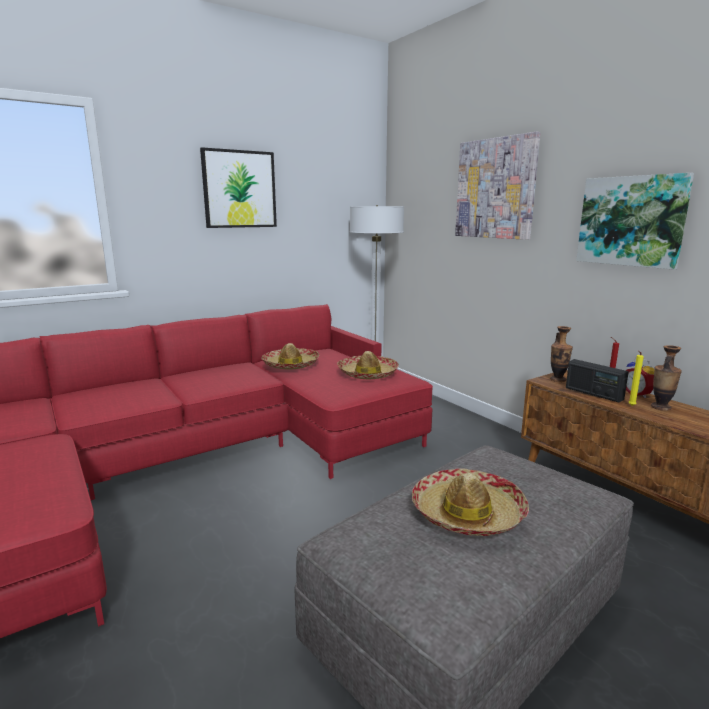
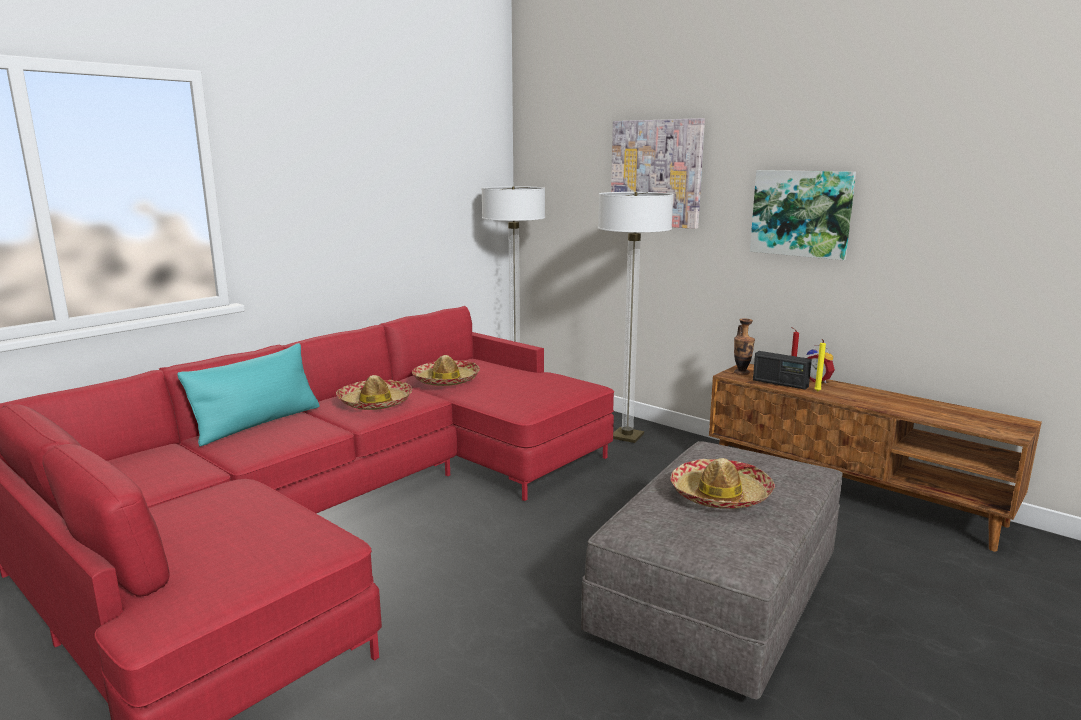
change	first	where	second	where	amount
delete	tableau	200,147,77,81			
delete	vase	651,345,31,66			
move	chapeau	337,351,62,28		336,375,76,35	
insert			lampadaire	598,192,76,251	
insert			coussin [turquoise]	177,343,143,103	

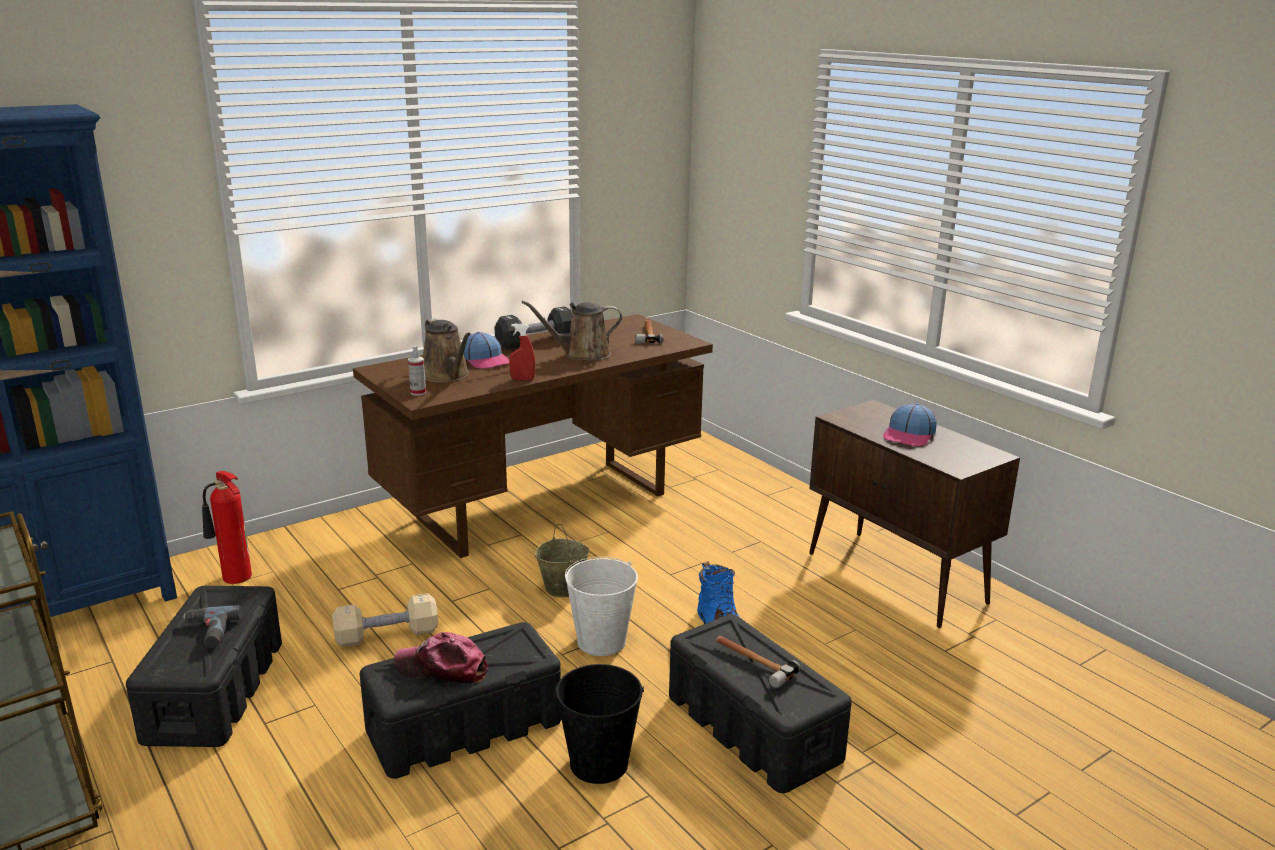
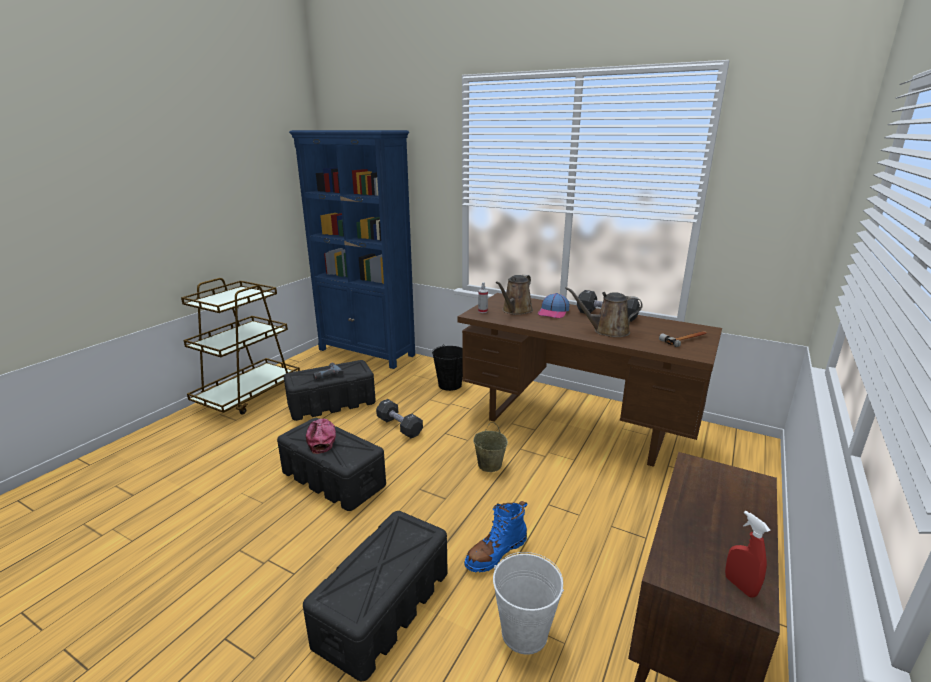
change	first	where	second	where	amount
rotate	arrosoir [marron]	522,300,100,61		565,287,78,50	45 degrees counterclockwise
move	vaporisateur [rouge]	509,324,26,56		725,511,45,87	
delete	casquette	883,403,54,43			
delete	extincteur	202,471,50,113			
move	seau [blanc]	565,557,73,99		493,552,71,103	
recolor	haltère [beige]	332,593,106,54	haltère [noir]	376,399,47,40	
delete	marteau	715,636,85,52			
move	seau [noir]	554,664,90,120		432,344,31,47	

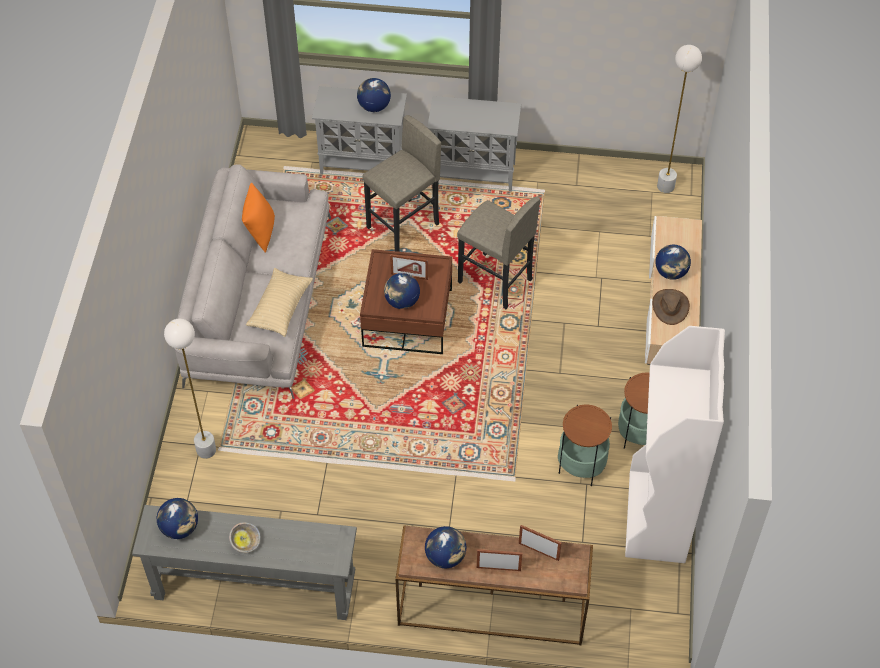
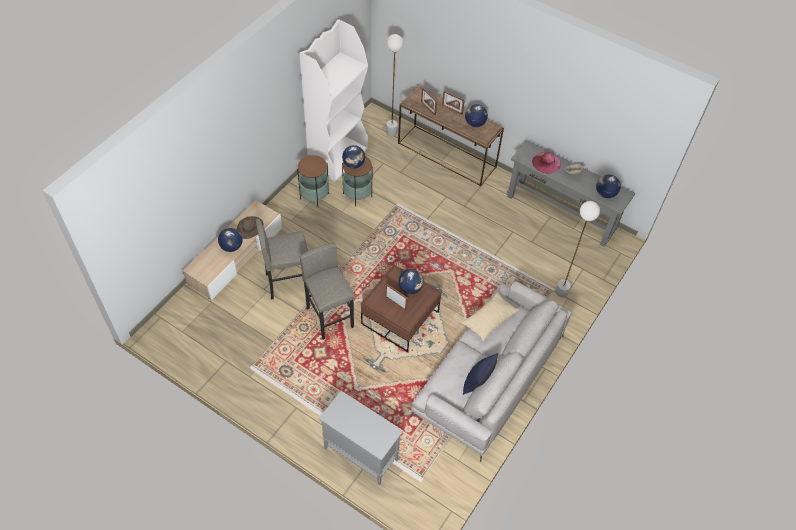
change	first	where	second	where	amount
move	lampadaire [blanc]	657,45,45,148		386,34,18,102	
move	globe	357,78,34,34		342,145,23,23	
delete	meuble de rangement [gris]	427,96,94,96			
move	tabouret [gris]	362,115,79,137		255,219,53,81	
recolor	coussin [orange]	242,183,33,70	coussin [bleu]	463,353,35,42	
insert			chapeau [rose]	532,152,29,22	

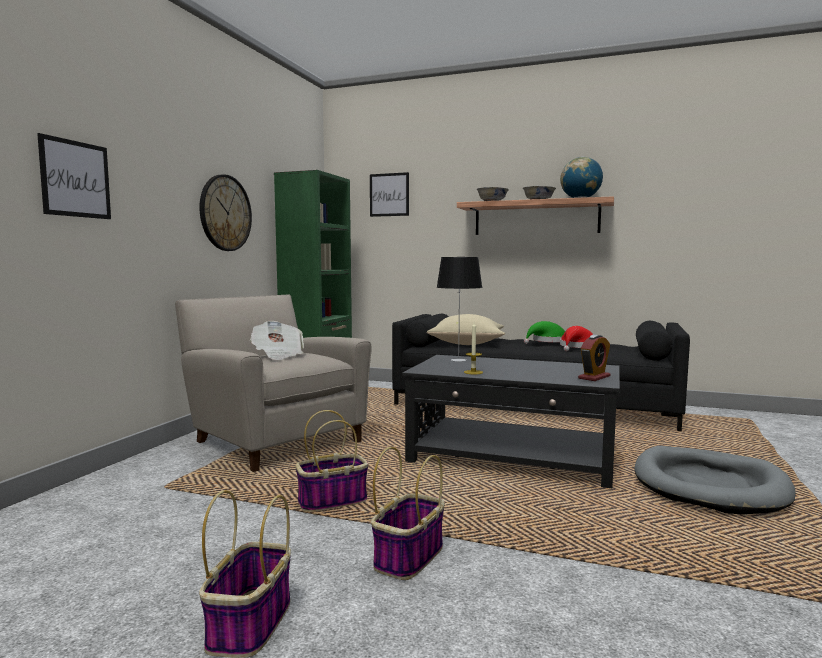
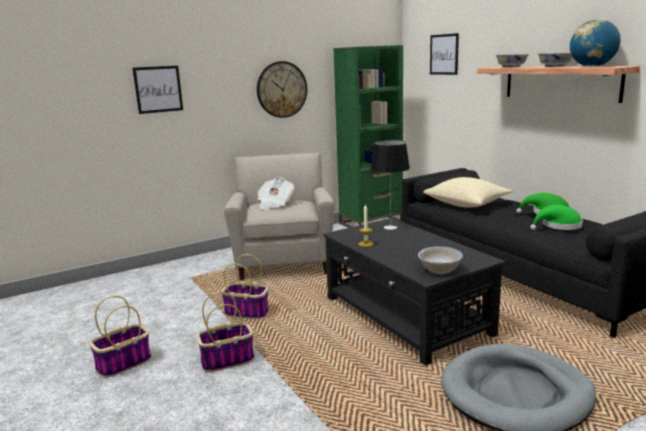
change	first	where	second	where	amount
recolor	chapeau [rouge]	560,326,33,25	chapeau [vert]	530,205,53,25	
replace	réveil	578,334,33,47	bol [blanc]	418,246,45,29	

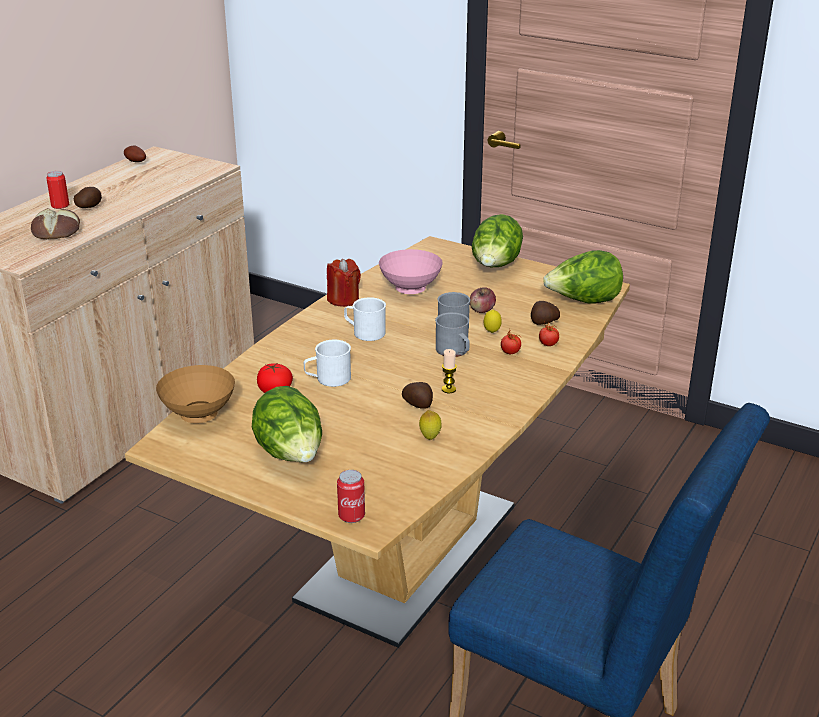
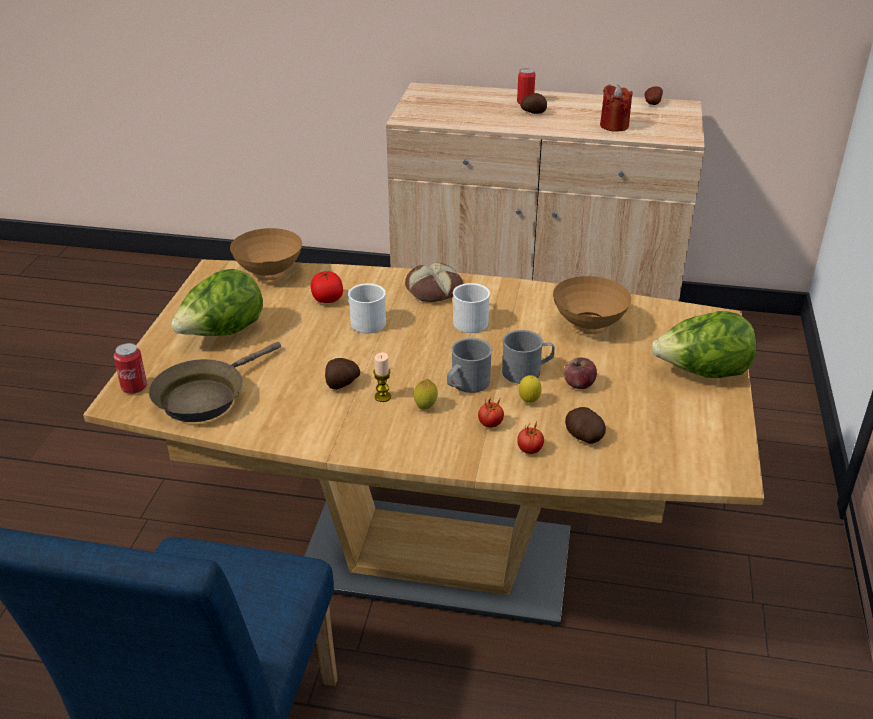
change	first	where	second	where	amount
move	pain	31,208,49,31		405,262,59,40	
recolor	bol [rose]	379,249,64,45	bol [marron]	553,276,79,58	
delete	laitue	543,250,80,54			
move	bougie [rouge]	327,259,34,48		600,85,33,47	
move	citron	419,410,23,30		414,379,24,31	
insert			poêle [marron]	149,342,132,80	

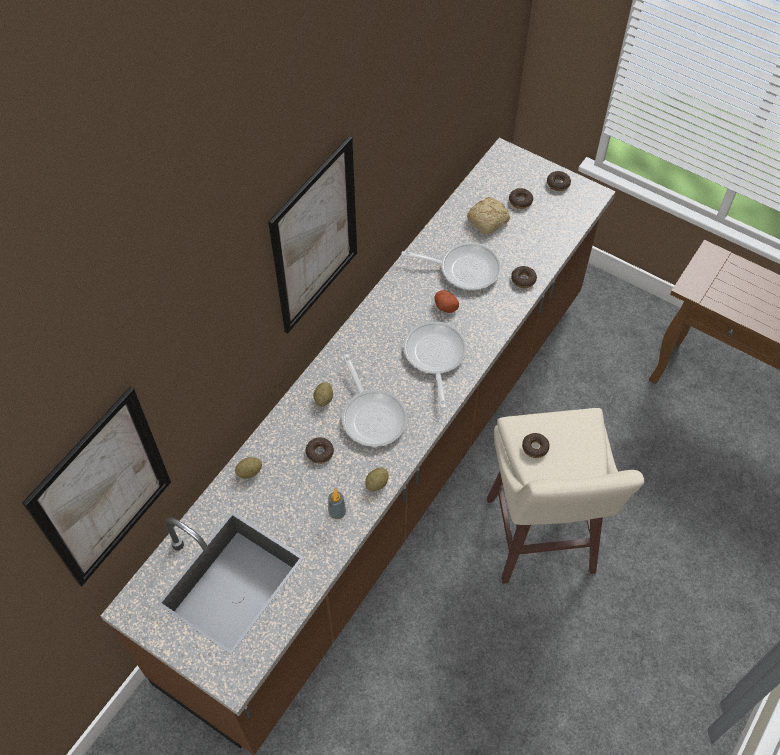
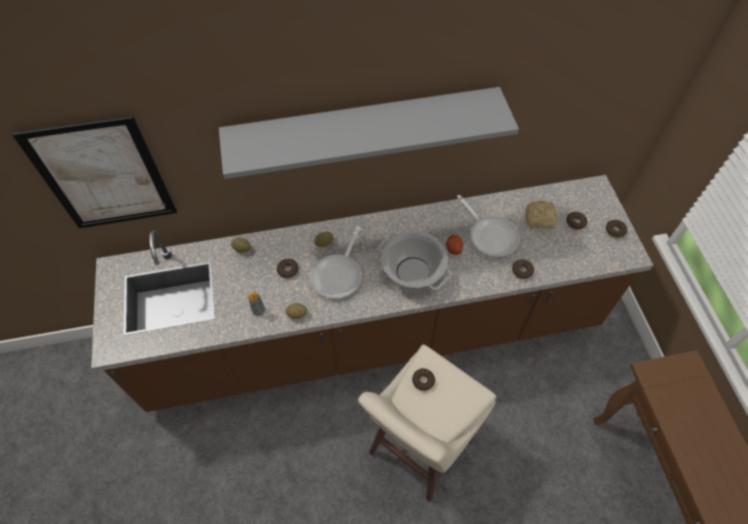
change	first	where	second	where	amount
replace	tableau	268,136,89,198	étagère [gris]	219,87,300,92	
replace	poêle	404,321,62,88	marmite	378,231,74,59	

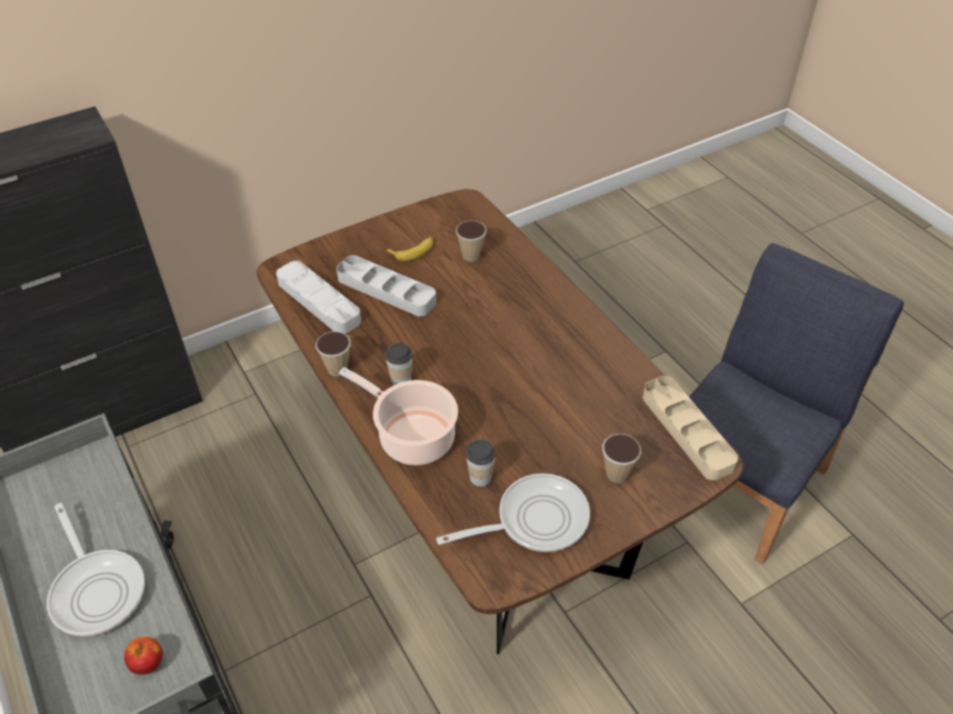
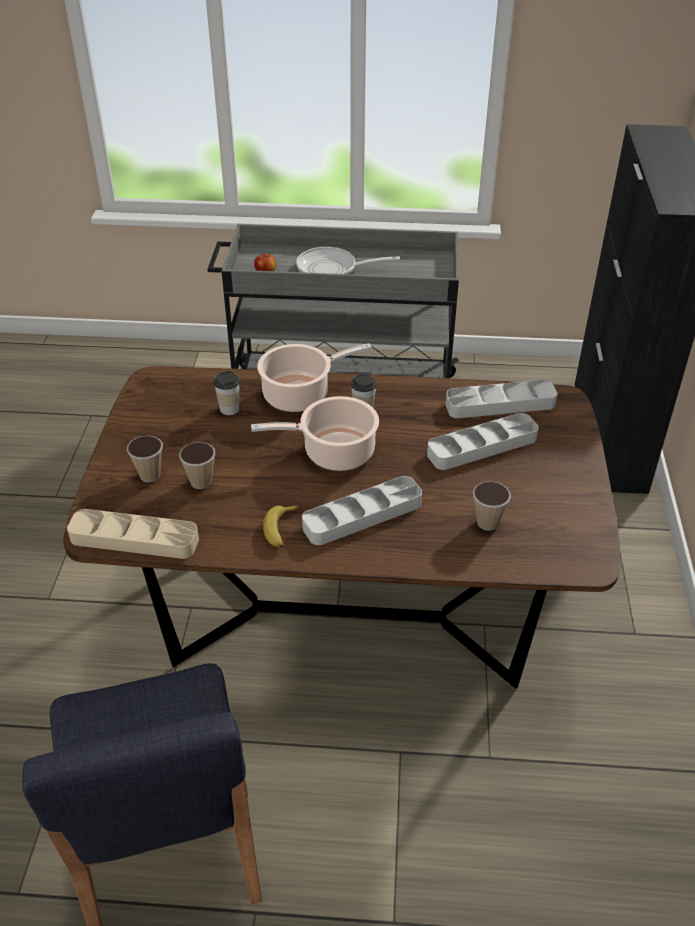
change	first	where	second	where	amount
move	banane	386,237,47,24		263,505,35,43	
move	tasse	316,331,35,46		179,442,36,47	
delete	poêle	436,473,154,79			
insert			marmite	251,396,128,75	
insert			plateau [gris]	302,476,120,69	

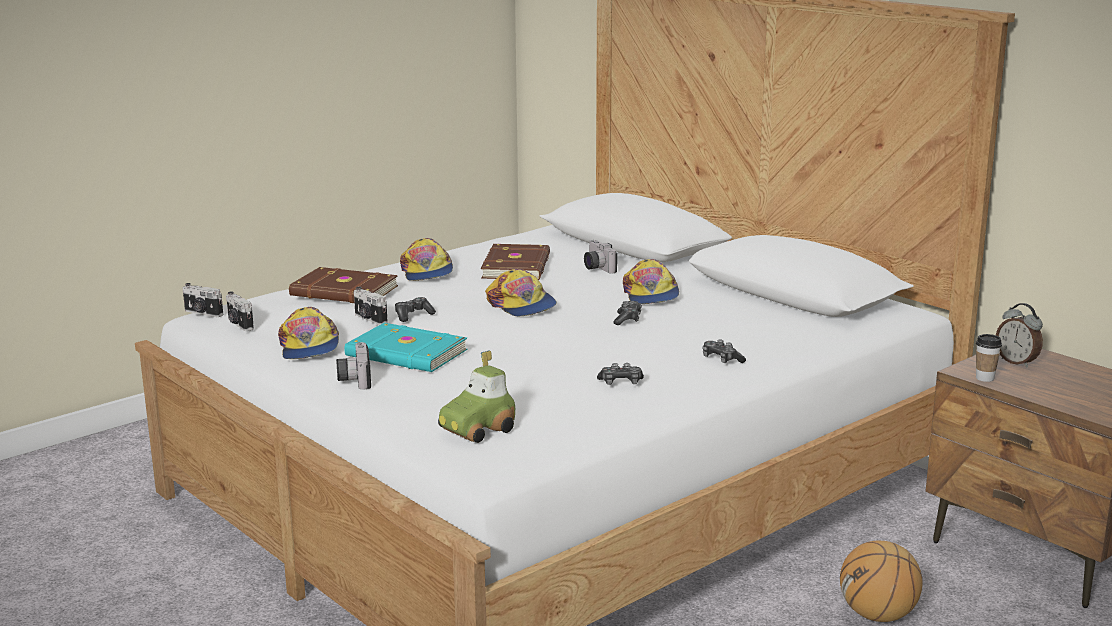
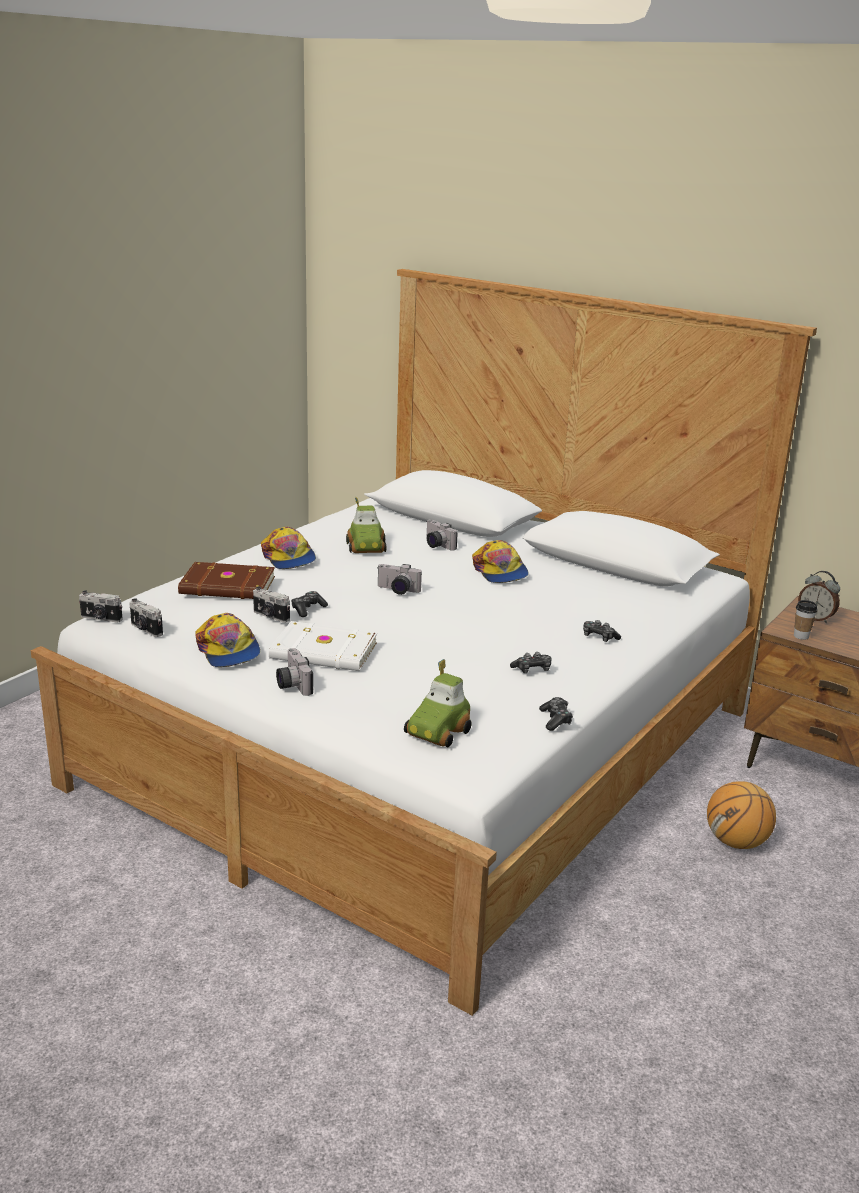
change	first	where	second	where	amount
replace	livre [marron]	481,244,69,36	petite voiture	346,497,40,56	
replace	casquette	485,269,72,47	appareil photo	378,564,44,31	
move	manette	613,301,29,24		539,697,34,34	
recolor	livre [turquoise]	344,323,124,49	livre [blanc]	269,621,108,50	

